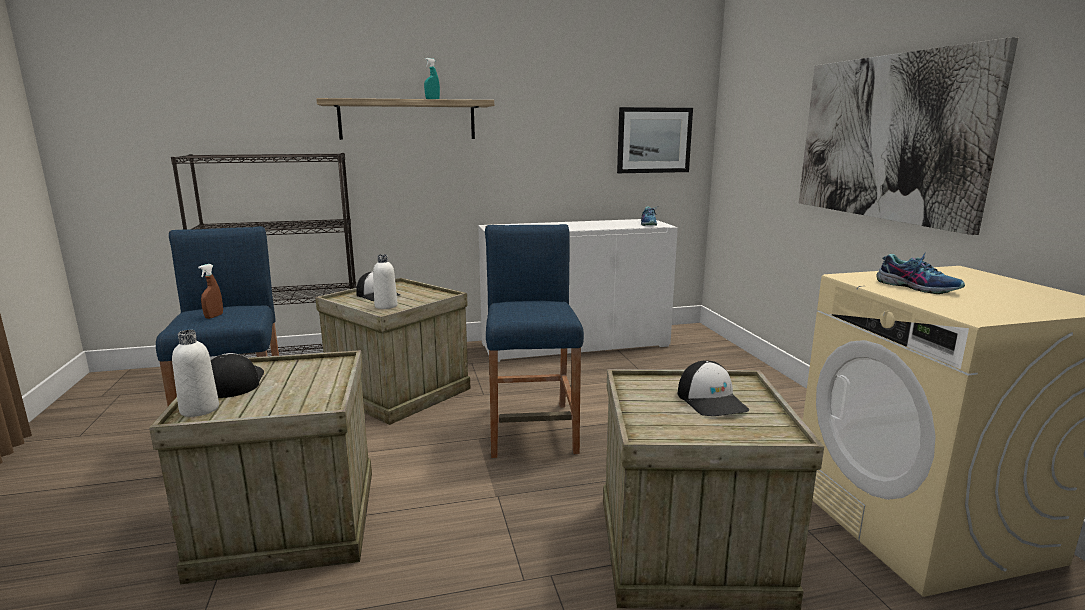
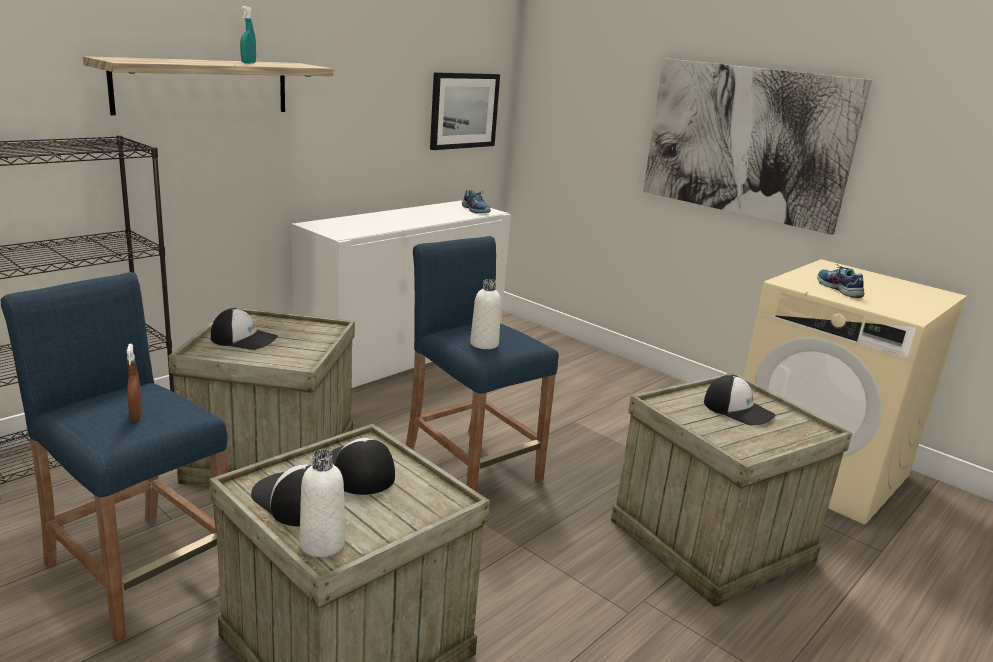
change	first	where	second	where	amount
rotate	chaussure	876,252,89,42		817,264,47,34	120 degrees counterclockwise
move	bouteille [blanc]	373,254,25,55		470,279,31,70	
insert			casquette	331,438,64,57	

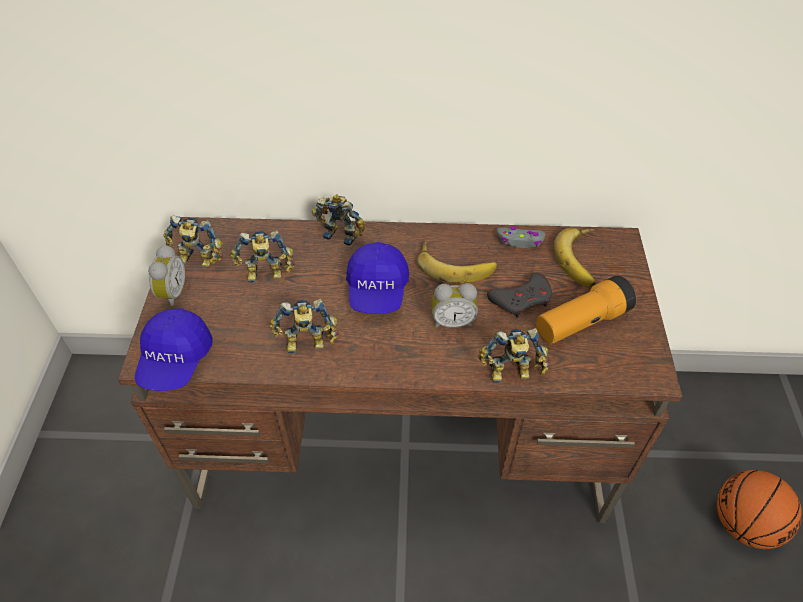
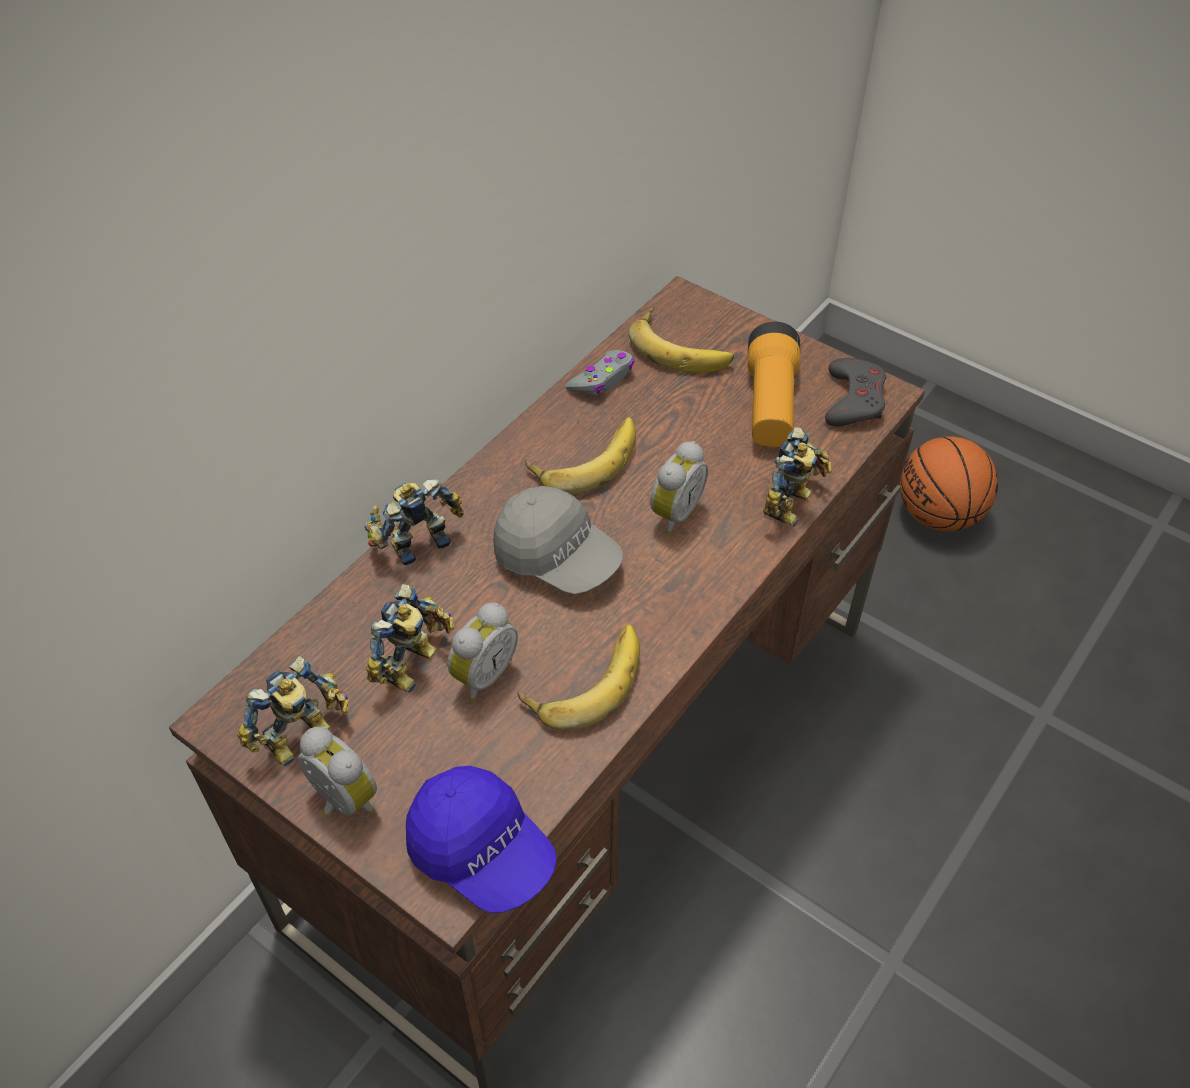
change	first	where	second	where	amount
recolor	casquette [bleu]	346,242,63,72	casquette [gris]	493,486,130,108	
move	manette [gris]	487,273,65,45		825,358,61,69	
replace	robot jouet	270,298,69,56	banane	518,624,122,107	
insert			réveil	447,603,71,99	

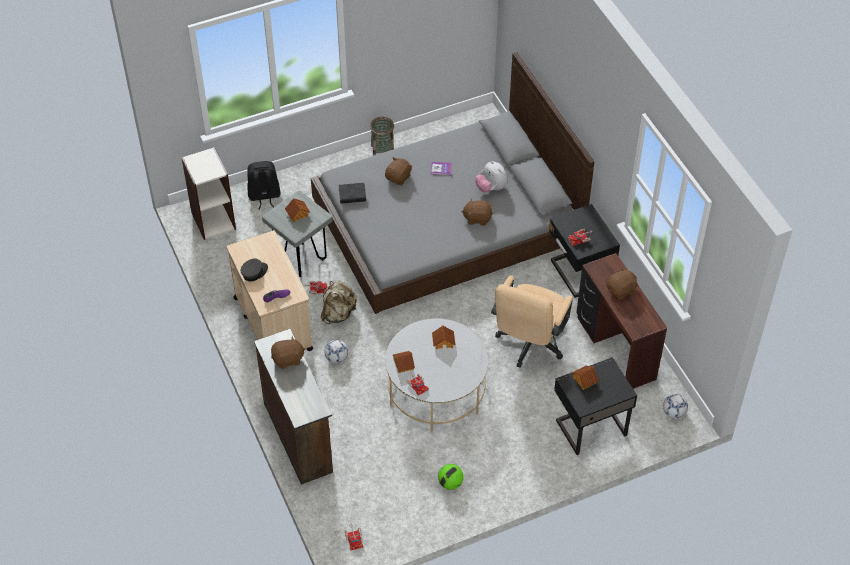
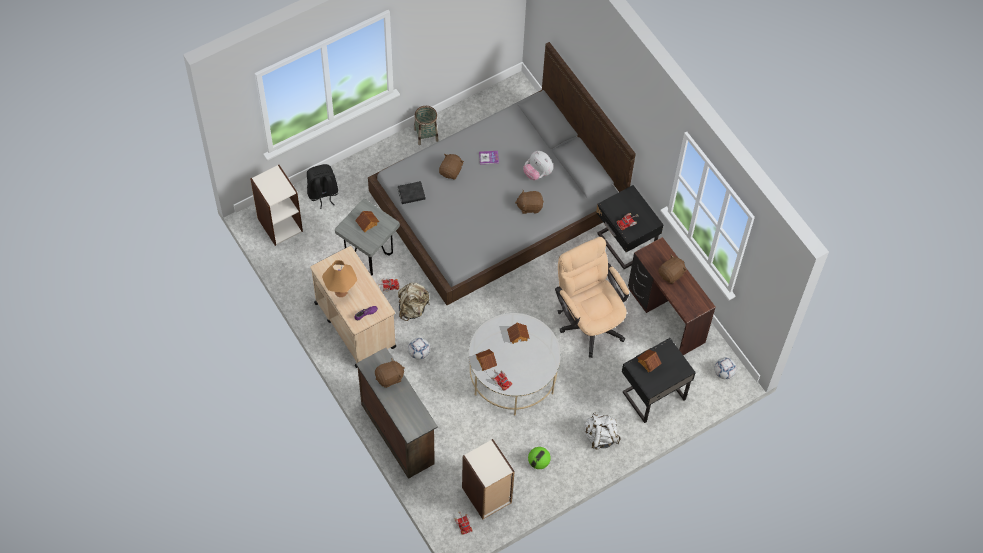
change	first	where	second	where	amount
replace	casquette [gris]	241,258,27,23	lampe de table [orange]	322,260,35,37	
rotate	chaise de bureau [beige]	491,275,82,93		555,237,74,121	135 degrees clockwise
insert			sac à dos [blanc]	585,412,36,38	
insert			bibliothèque	462,439,53,80	

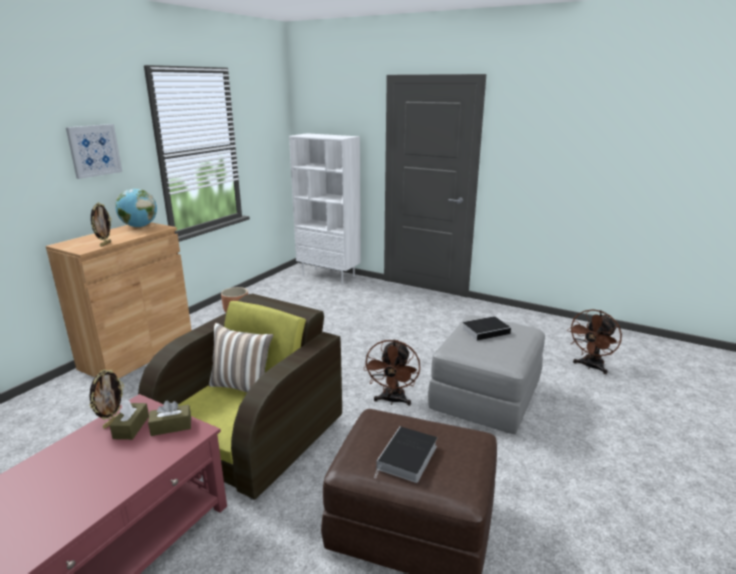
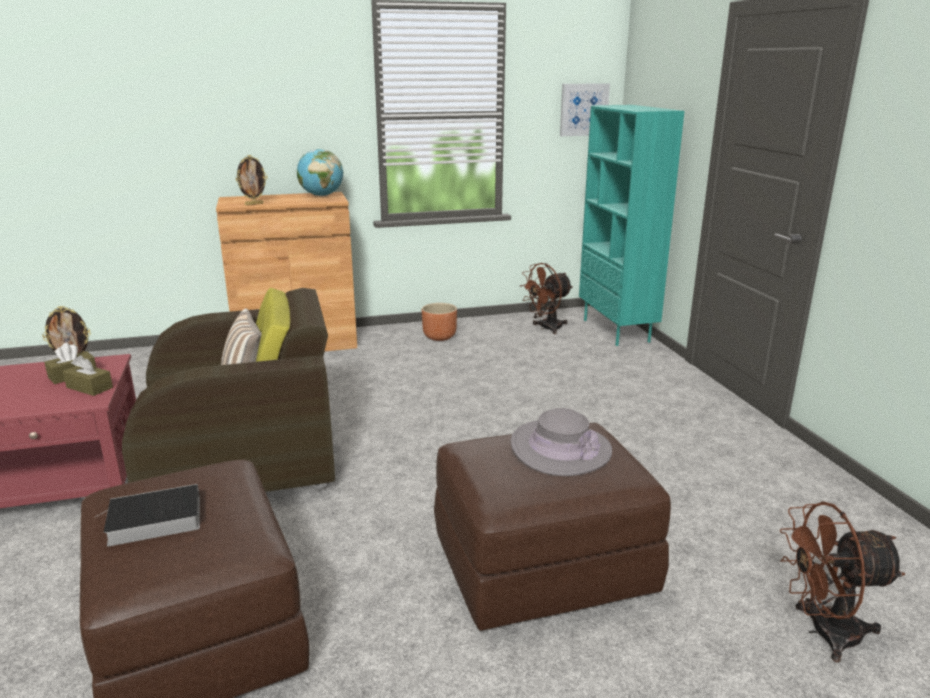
change	first	where	second	where	amount
move	tableau	66,124,56,55		560,83,50,53	
recolor	bibliothèque [blanc]	289,133,72,151	bibliothèque [turquoise]	579,105,105,241	
recolor	pouf [gris]	428,315,117,119	pouf [marron]	434,423,237,208	
replace	livre	462,316,49,25	chapeau [gris]	511,408,101,68	
move	ventilateur [marron]	364,340,56,66		520,263,53,71	

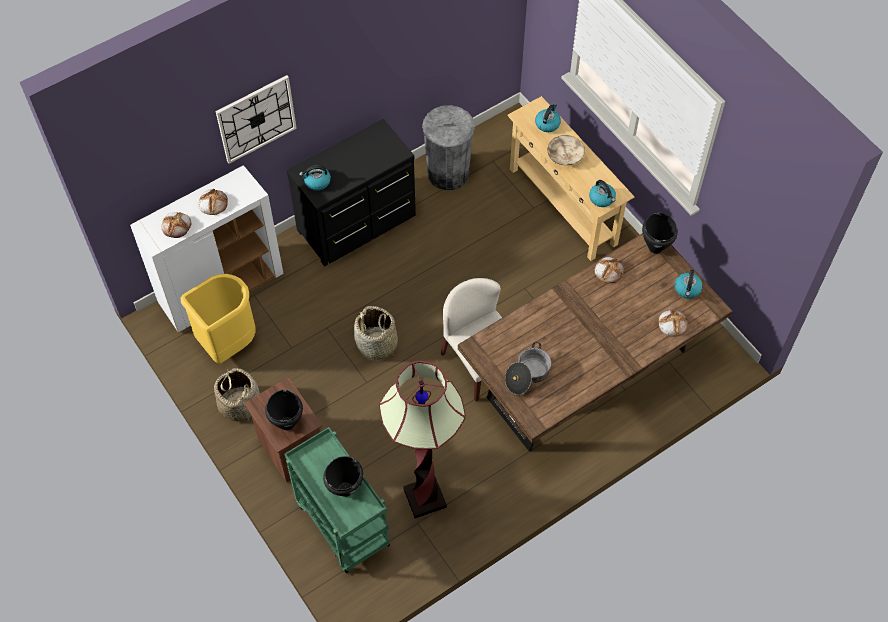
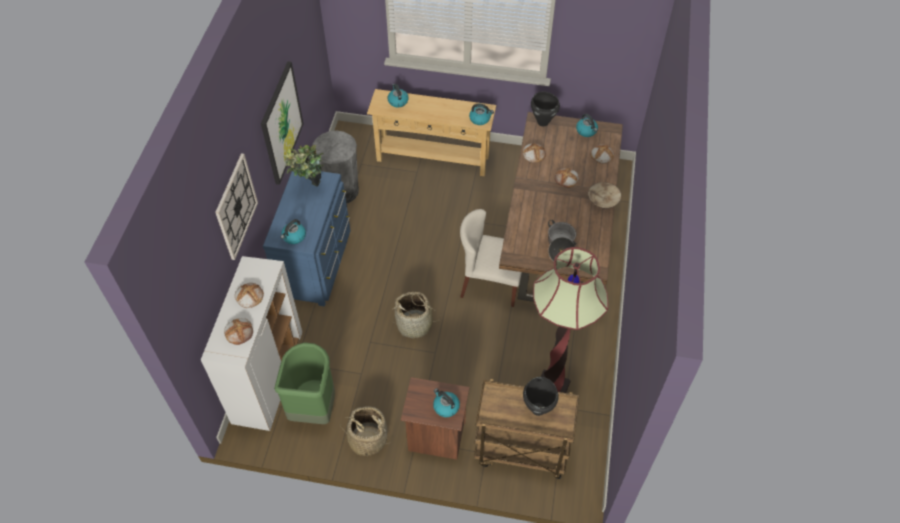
change	first	where	second	where	amount
recolor	commode [noir]	286,119,130,147	commode [bleu]	263,171,88,135	
move	bol [beige]	547,135,38,30		588,182,33,27	
recolor	poubelle [jaune]	181,274,75,89	poubelle [vert]	274,342,61,82	
replace	marmite [noir]	265,390,38,40	bouilloire	433,388,27,29	
recolor	chariot [vert]	285,427,105,147	chariot [marron]	474,379,105,100	
insert			tableau	261,61,42,124	
insert			plante en pot	283,145,41,42	
insert			pain	555,168,24,20	

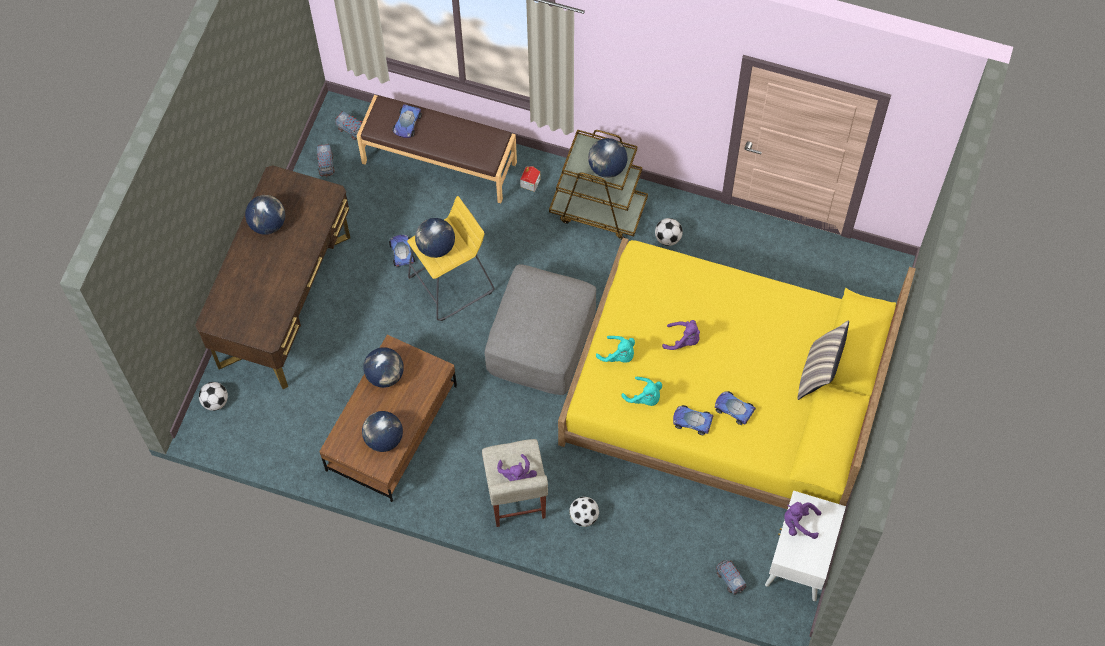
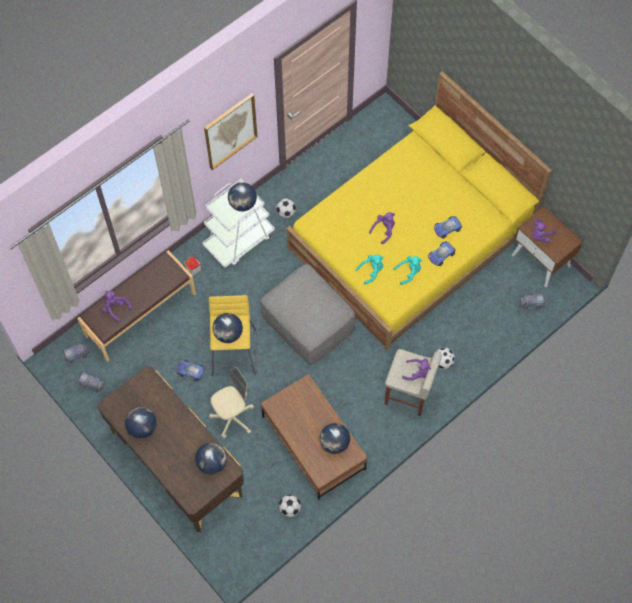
change	first	where	second	where	amount
replace	petite voiture	392,104,30,34	peluche [violet]	102,290,30,33	
recolor	chariot [marron]	549,129,99,110	chariot [blanc]	202,179,73,89	
delete	coussin	797,321,52,79			
move	globe	363,347,41,41		195,442,32,32	
move	ballon de foot	199,382,29,29		279,495,22,22	
recolor	table de chevet [blanc]	765,490,81,111	table de chevet [marron]	512,206,71,81	
insert			tableau	204,93,54,77	
insert			chaise de bureau [beige]	209,367,45,71	

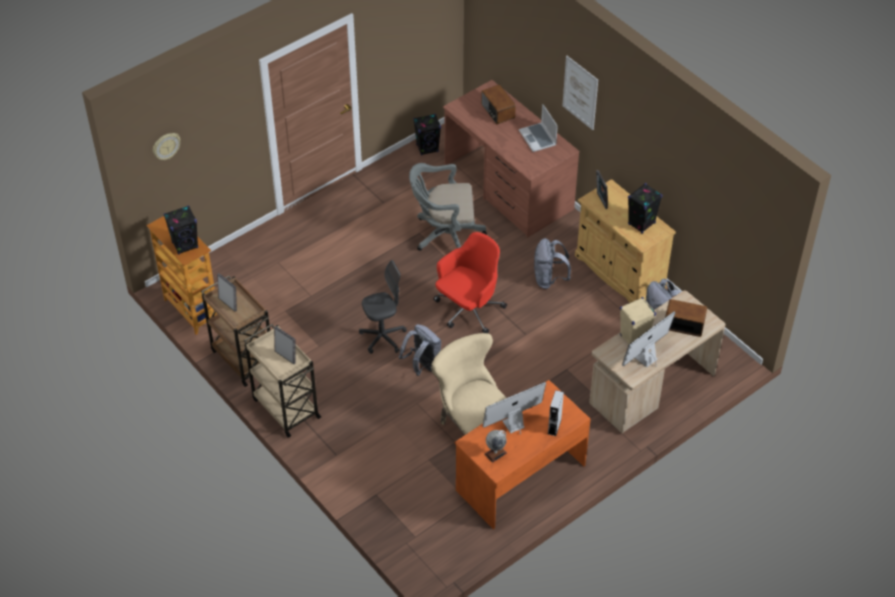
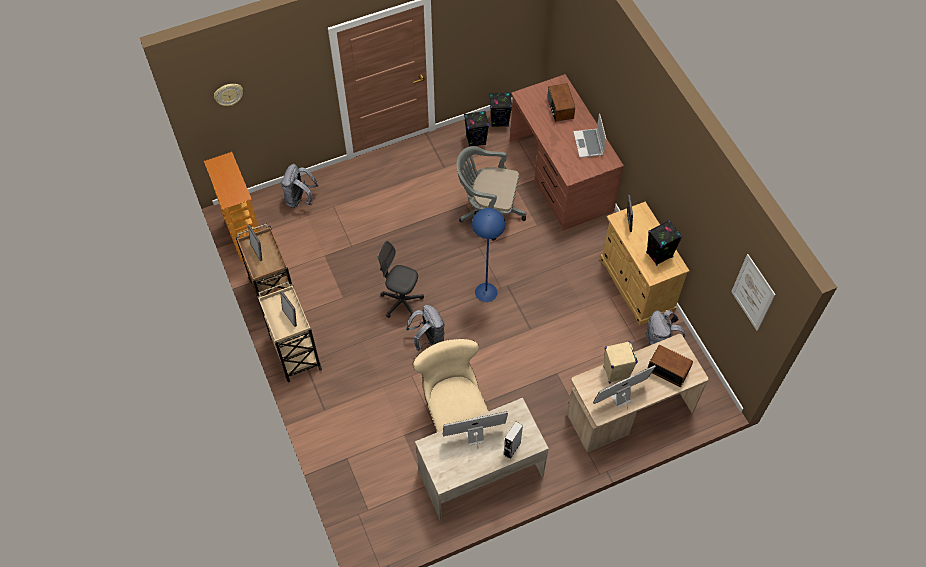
change	first	where	second	where	amount
move	tableau	562,56,36,74		731,254,45,77	
move	enceinte [noir]	164,205,34,50		464,111,25,36	
replace	chaise de bureau [rouge]	433,232,74,101	lampadaire [bleu]	472,208,34,94	
move	sac à dos [gris]	534,238,37,51		281,164,38,44	
rotate	chaise de bureau [gris]	359,260,48,94		378,241,46,77	150 degrees counterclockwise
recolor	bureau [orange]	454,380,137,150	bureau [beige]	415,398,134,123	
delete	globe	484,430,23,33			

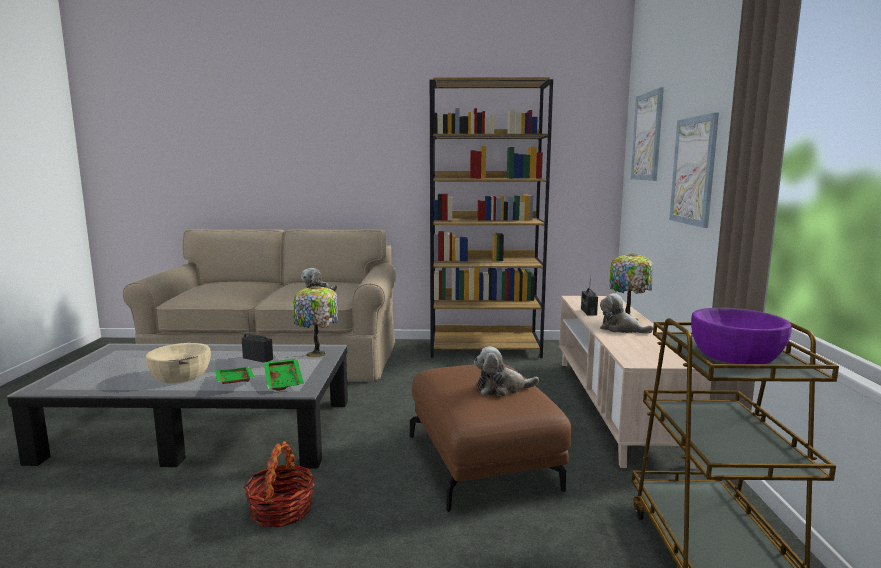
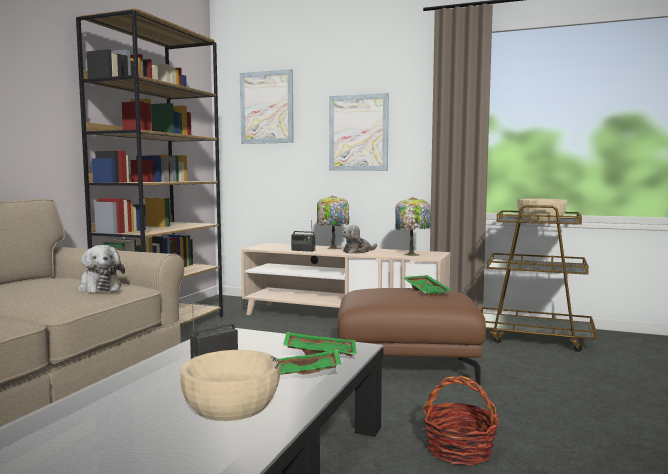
change	first	where	second	where	amount
move	lampe de table	294,286,44,71		395,197,36,59	
recolor	bol [violet]	691,308,101,56	bol [beige]	517,199,50,22	
replace	peluche	474,346,65,50	plateau [vert]	402,275,50,21	

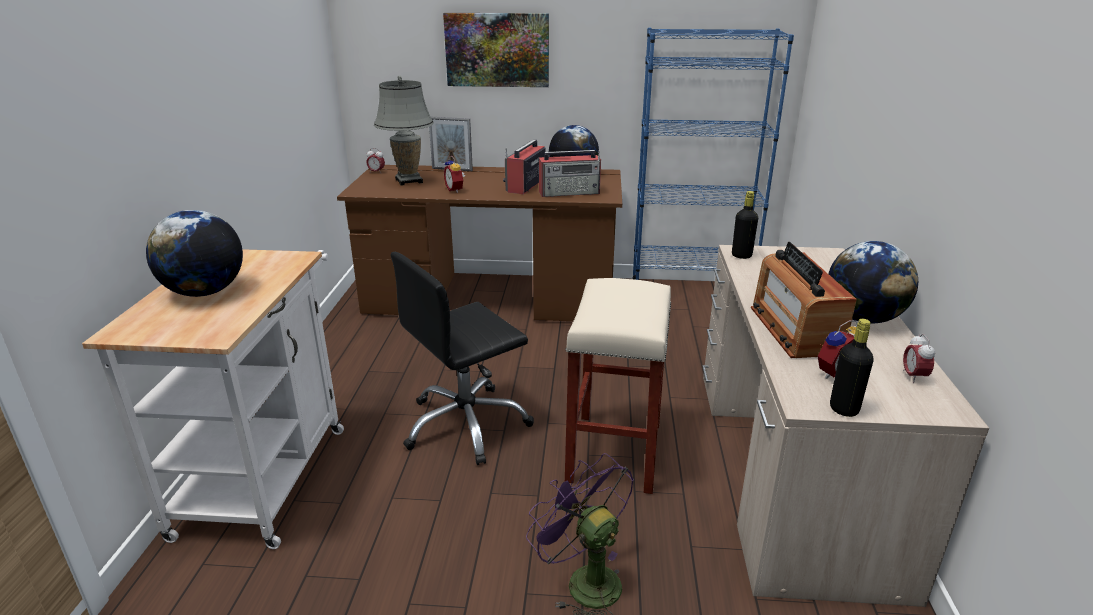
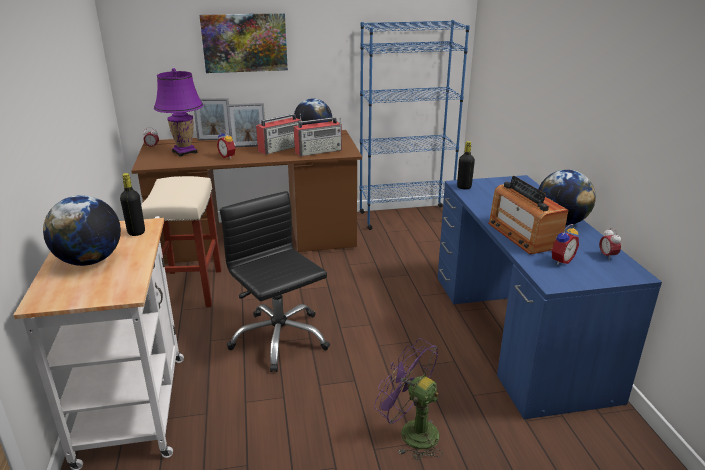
change	first	where	second	where	amount
recolor	lampe de table [gris]	374,76,60,110	lampe de table [violet]	154,68,49,89	
rotate	radio	503,140,43,54		256,113,46,42	135 degrees counterclockwise
recolor	bureau [beige]	702,245,287,362	bureau [bleu]	438,175,224,244	
rotate	chaise de bureau [noir]	391,252,143,213		220,191,110,181	105 degrees clockwise
move	tabouret [beige]	565,278,106,216		141,176,81,131	
move	bouteille [noir]	830,319,44,98		120,173,25,63	
insert			cadre photo	227,103,38,44	

